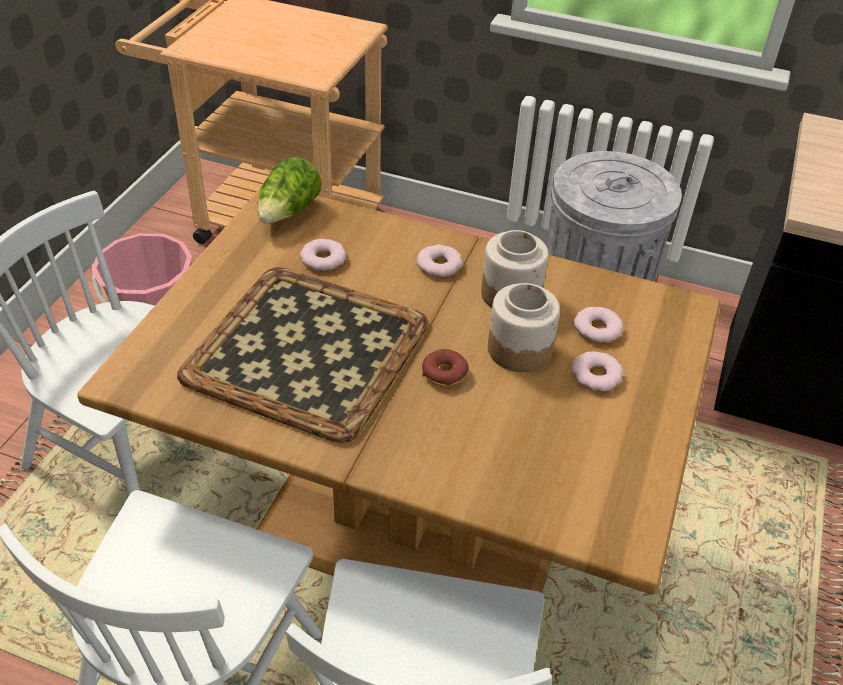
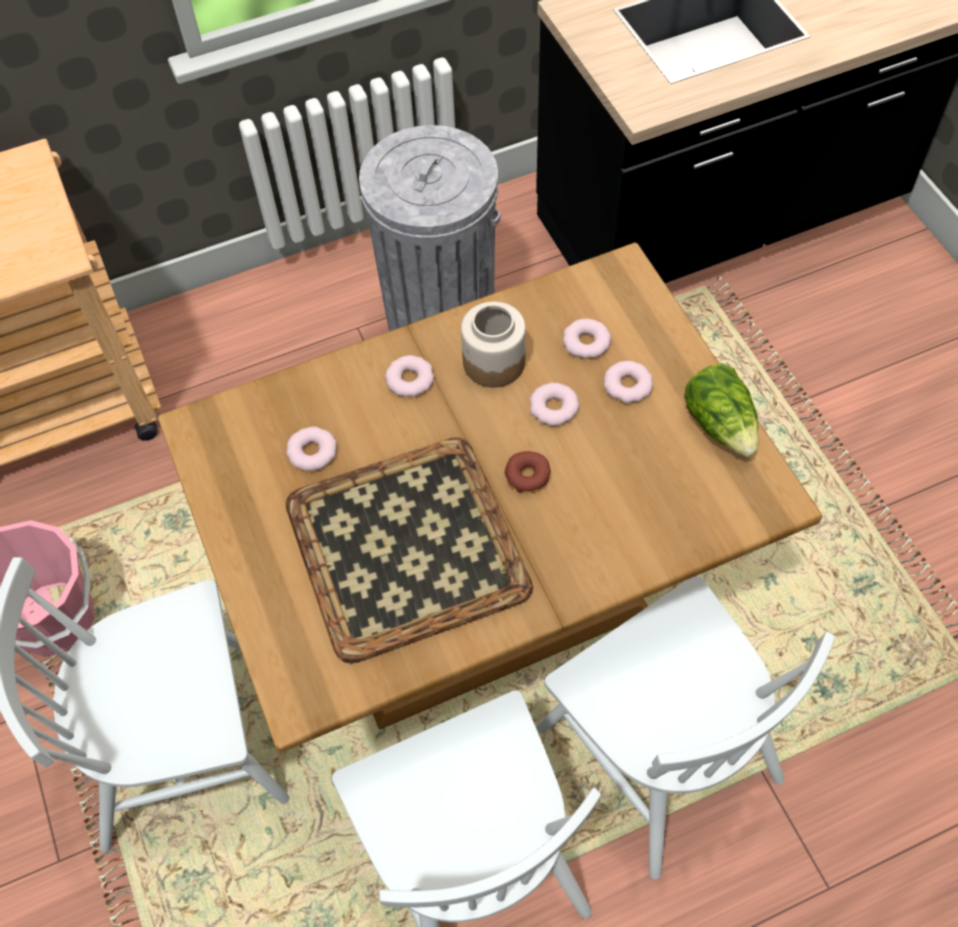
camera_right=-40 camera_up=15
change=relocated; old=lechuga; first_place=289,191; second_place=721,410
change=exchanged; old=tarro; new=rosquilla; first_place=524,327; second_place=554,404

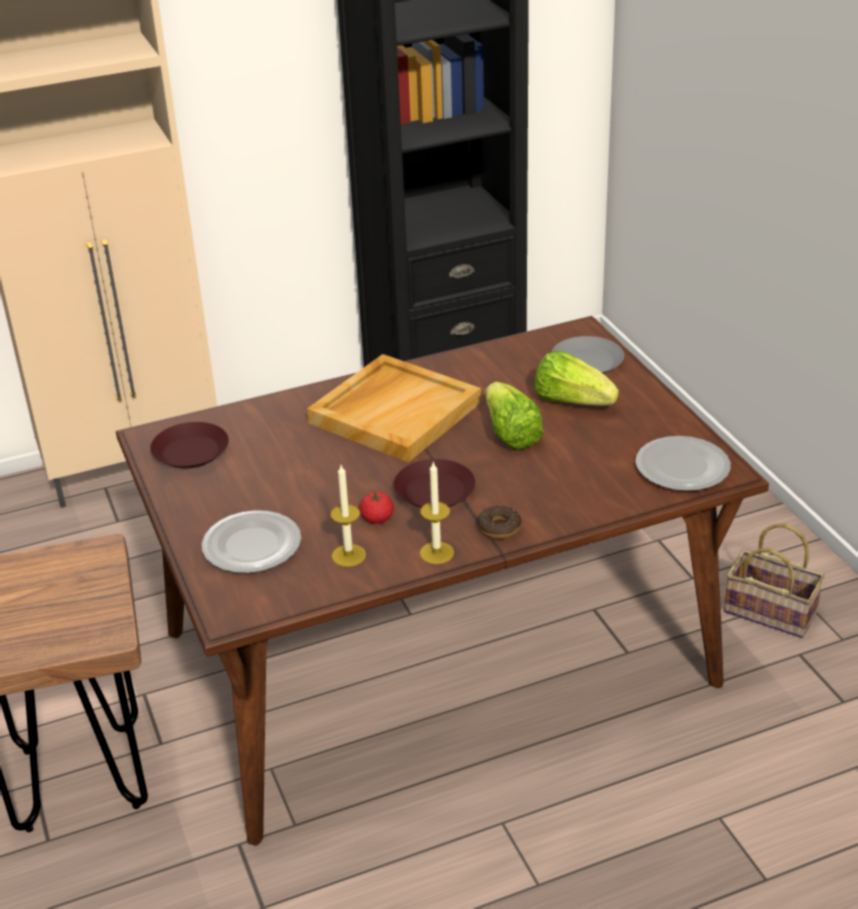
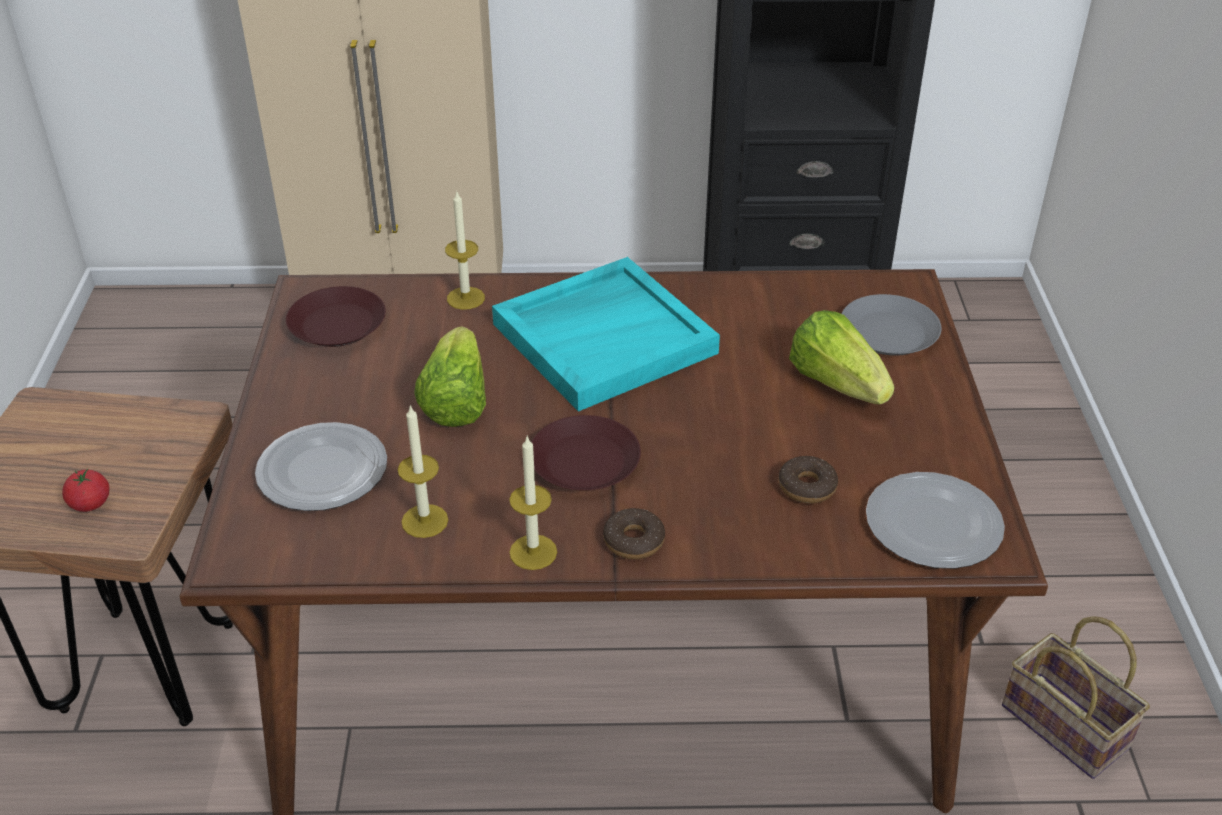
camera_right=20 camera_up=5
change=appeared; new=vela; second_place=465,250
change=appeared; new=rosquilla; second_place=808,480
change=relocated; old=tomate; first_place=376,507; second_place=85,490
change=relocated; old=lechuga; first_place=514,416; second_place=450,376
change=colour; old=bandeja [beis]; new=bandeja [turquesa]; first_place=394,408; second_place=606,334

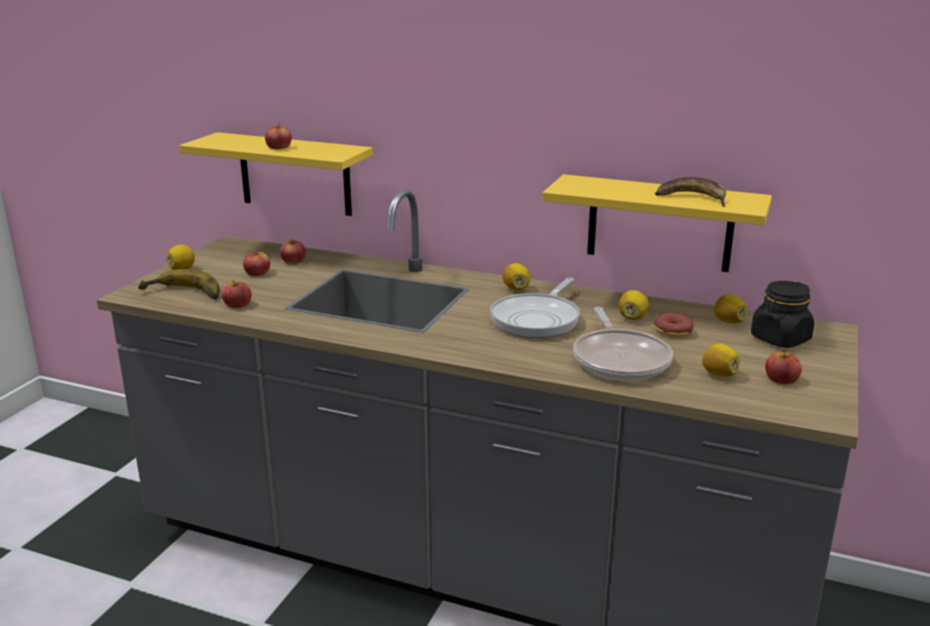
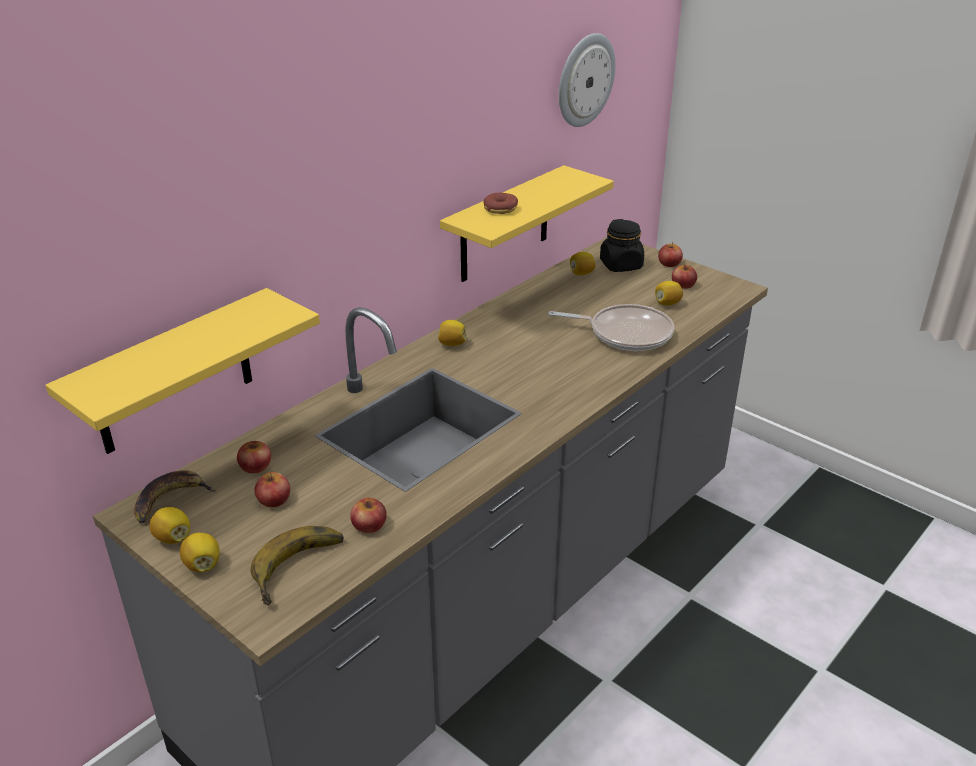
camera_right=-70 camera_up=10
change=missing; old=sartén; first_place=535,307
change=appeared; new=reloj de pared; second_place=587,80
change=relocated; old=manzana; first_place=278,136; second_place=670,254
change=relocated; old=limón; first_place=633,305; second_place=169,525
change=relocated; old=rosquilla; first_place=673,325; second_place=501,203
change=relocated; old=plátano; first_place=690,192; second_place=175,496

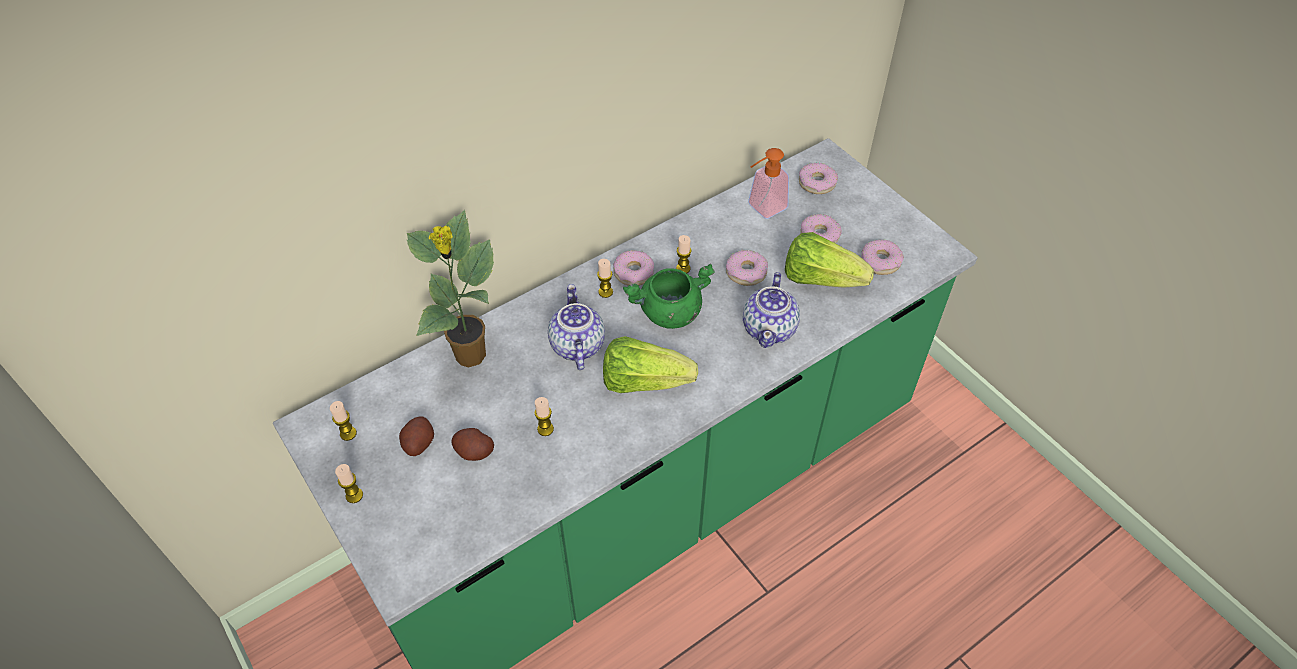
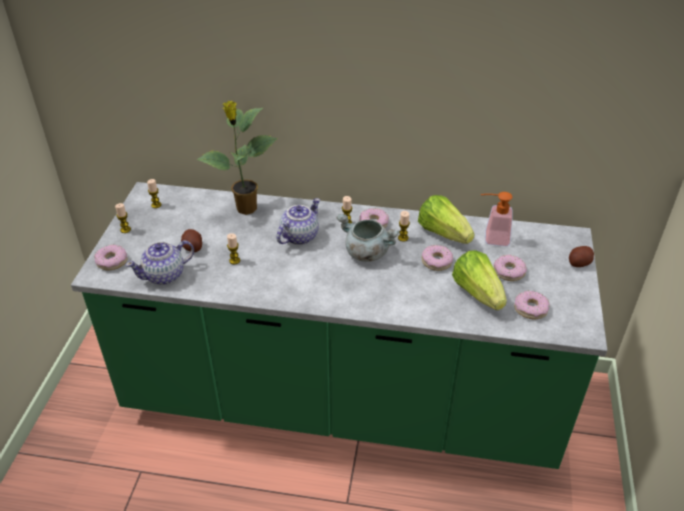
camera_right=45 camera_up=-10
change=relocated; old=patata; first_place=416,436; second_place=581,256
change=relocated; old=lechuga; first_place=650,364; second_place=446,219
change=relocated; old=tetera; first_place=771,310; second_place=159,262
change=relocated; old=rosquilla; first_place=818,178; second_place=111,257
change=colour; old=olla [verde]; new=olla [gris]; first_place=669,296; second_place=367,238

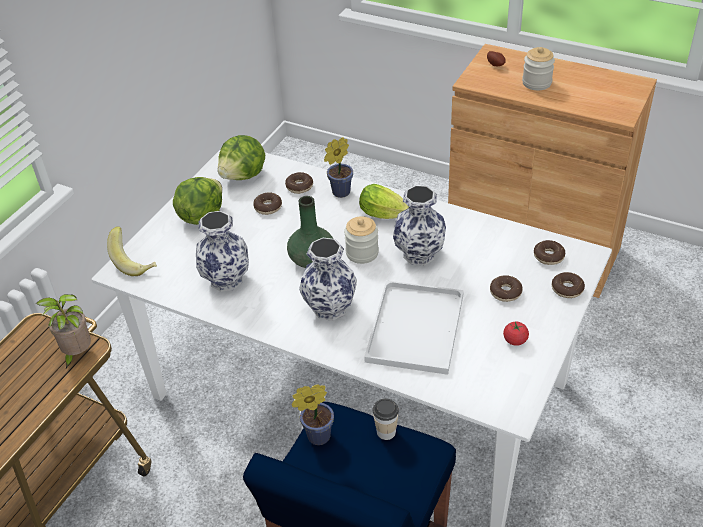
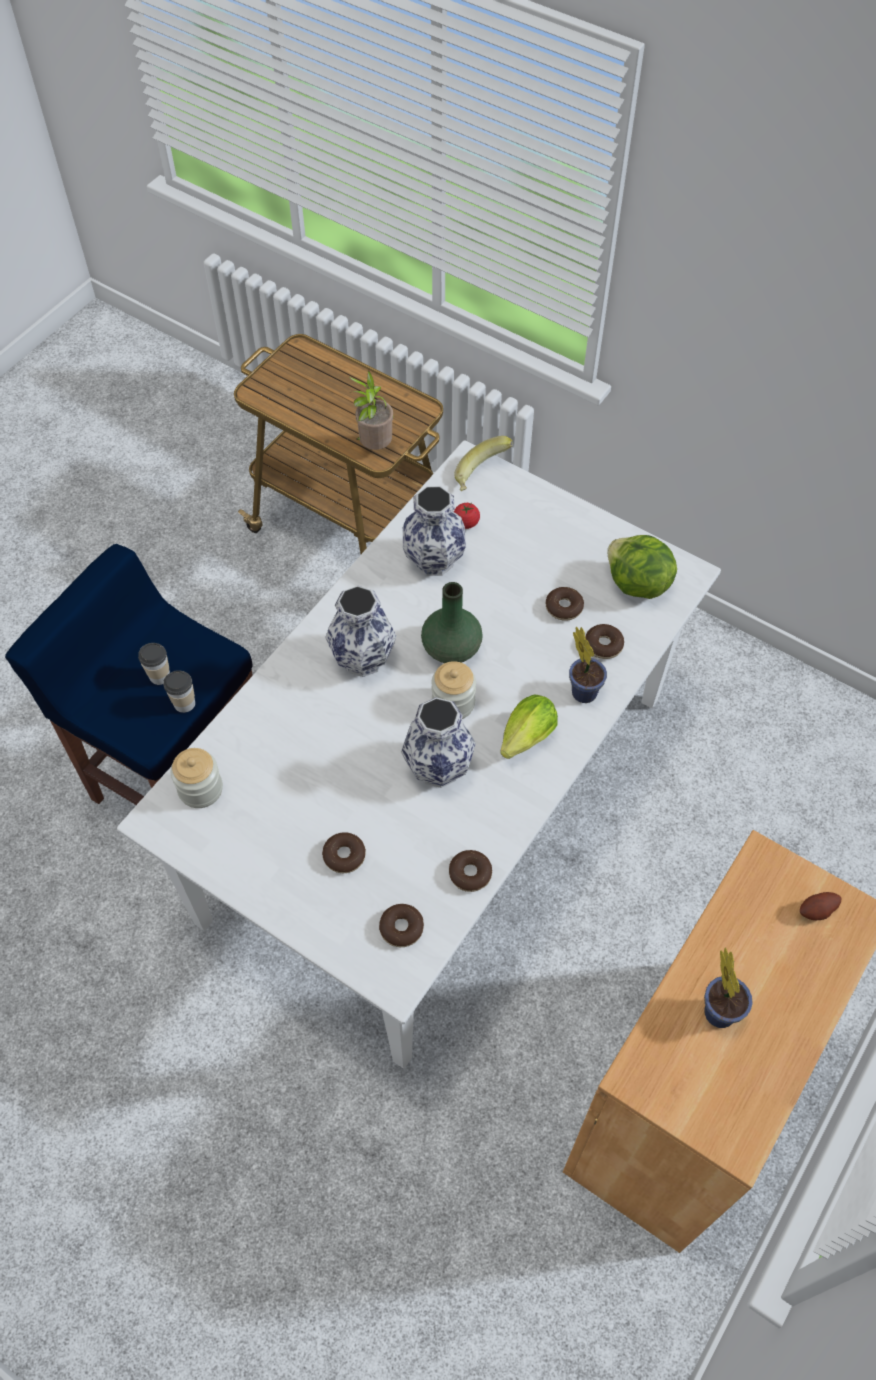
camera_right=95 camera_up=15
change=missing; old=lechuga; first_place=197,201
change=missing; old=bandeja [blanco]; first_place=414,327
change=appeared; new=taza; second_place=154,664
change=relocated; old=planta en maceta; first_place=313,414; second_place=728,987
change=relocated; old=tomate; first_place=516,334; second_place=467,516
change=relocated; old=tarro; first_place=538,68; second_place=197,778
change=relocated; old=rosquilla; first_place=568,285; second_place=470,871

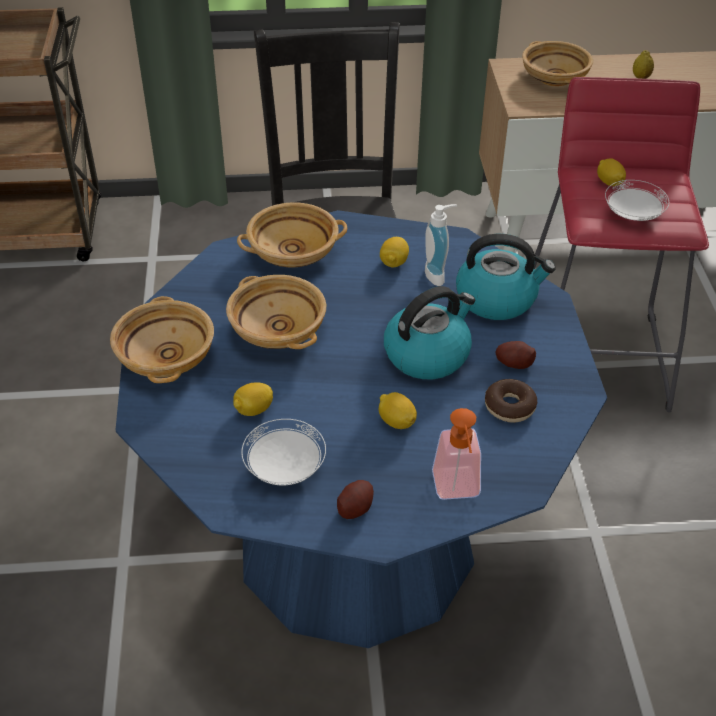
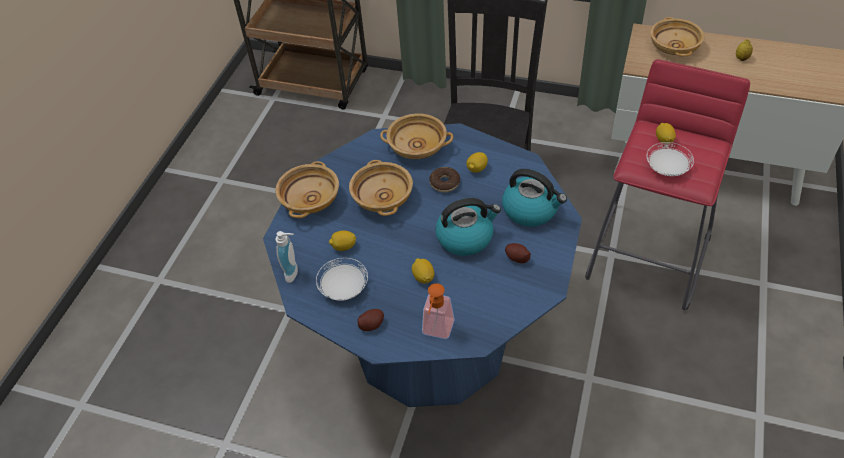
camera_right=25 camera_up=5
change=relocated; old=dispensador de jabón; first_place=441,245; second_place=287,257
change=relocated; old=rosquilla; first_place=511,401; second_place=444,180

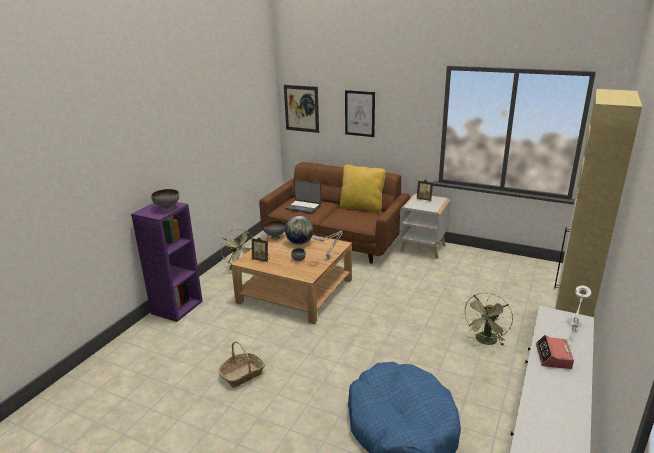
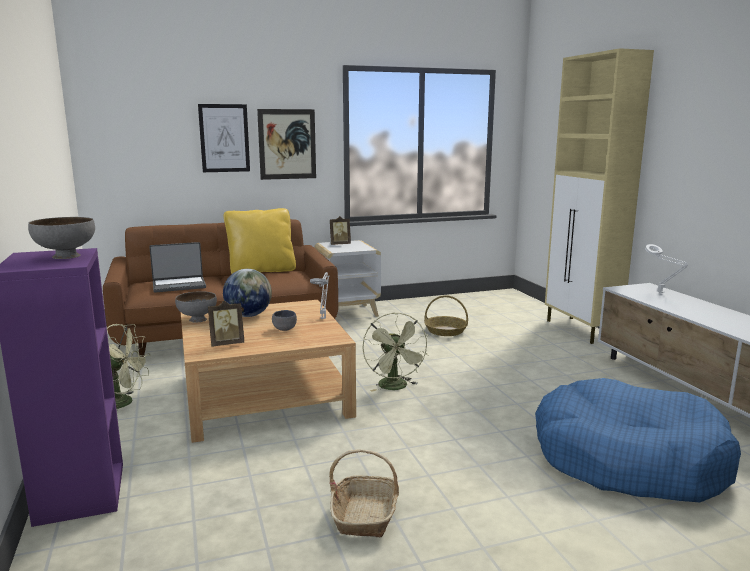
camera_right=-45 camera_up=-10
change=missing; old=despertador; first_place=555,352
change=appeared; new=cesta; second_place=446,315
change=relocated; old=cuadro; first_place=301,109; second_place=286,144
change=relocated; old=ventilador [verde]; first_place=488,319; second_place=395,352

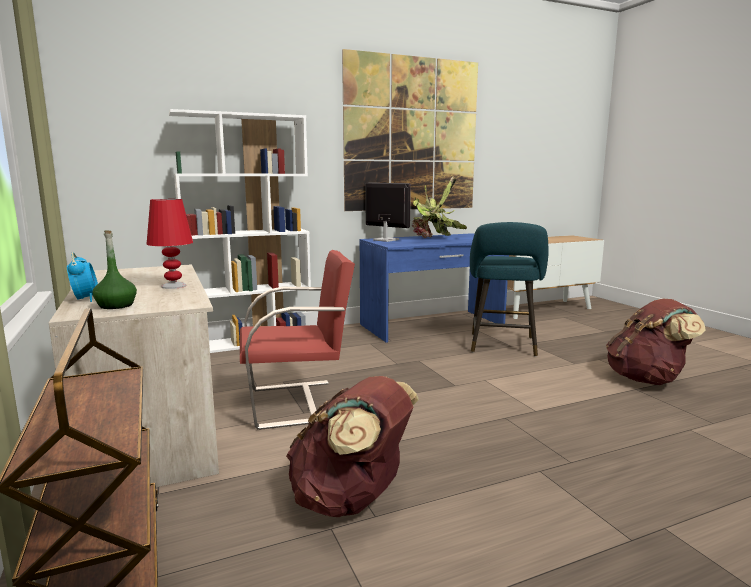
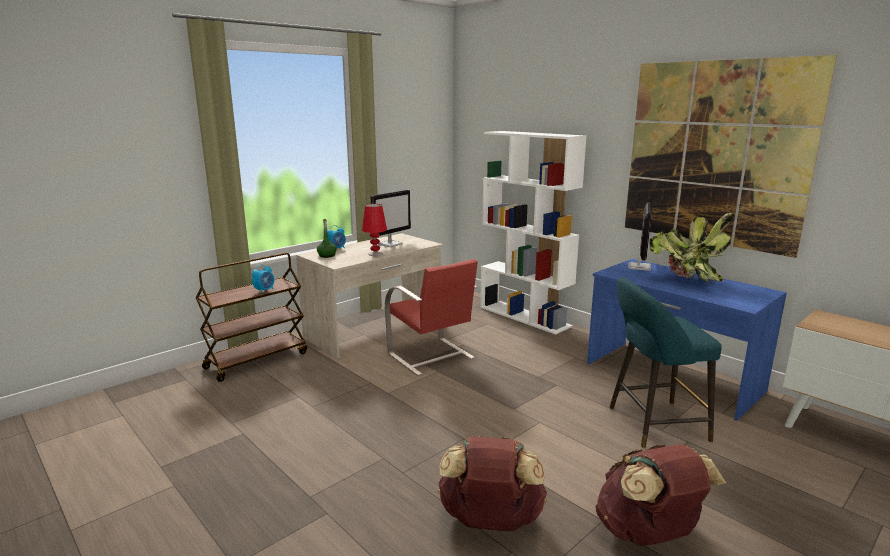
camera_right=70 camera_up=5
change=appeared; new=despertador; second_place=262,279
change=appeared; new=monitor; second_place=391,218
change=relocated; old=mochila [marrón]; first_place=352,446; second_place=492,483

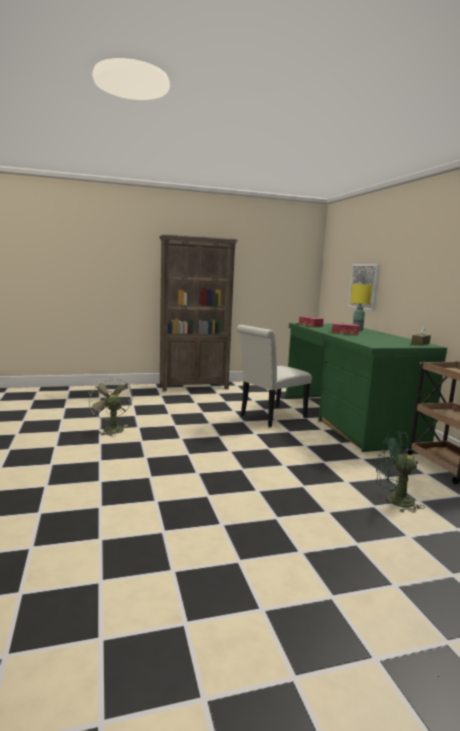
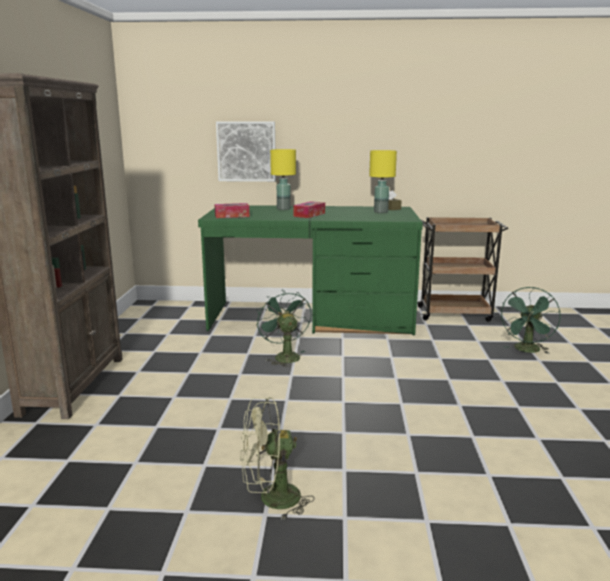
camera_right=-70 camera_up=5
change=appeared; new=lámpara de mesa [amarillo]; second_place=383,181
change=exchanged; old=silla [blanco]; new=ventilador [verde]; first_place=274,376; second_place=284,328

